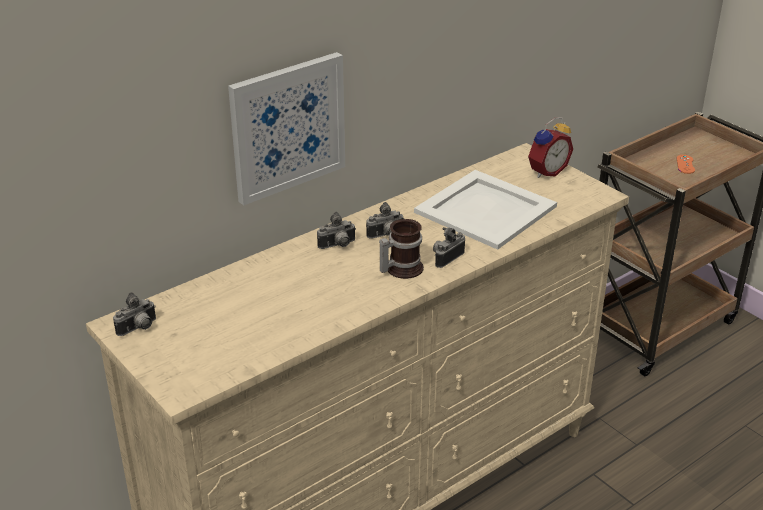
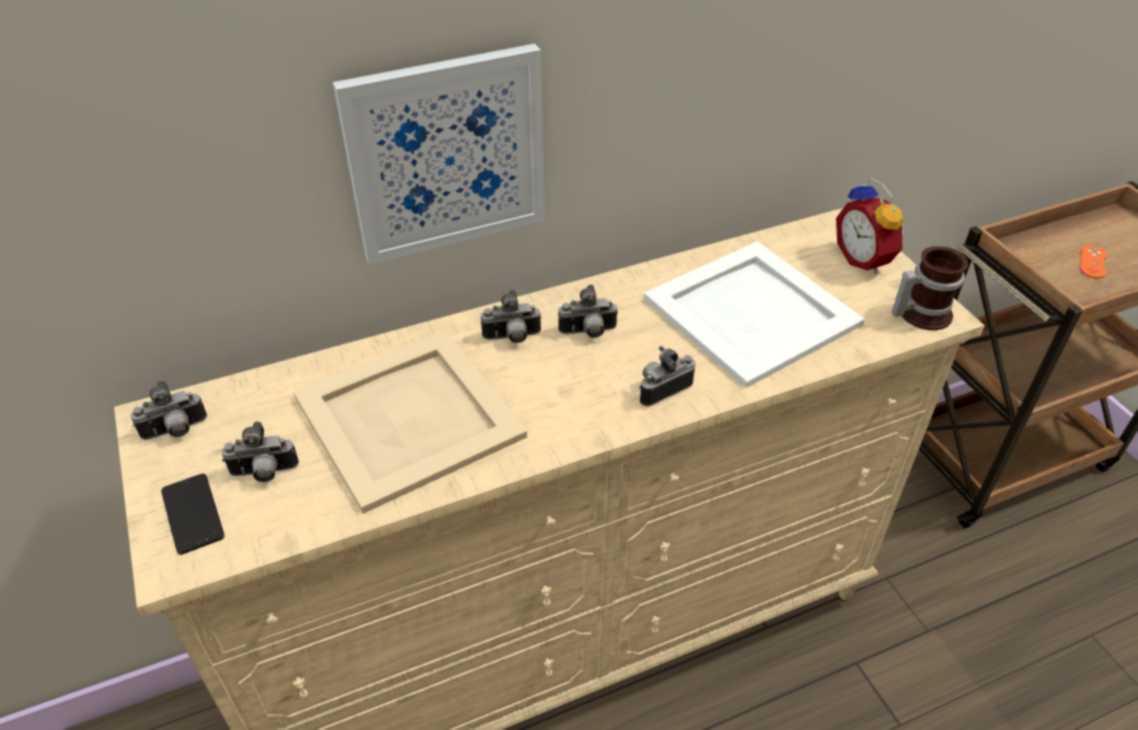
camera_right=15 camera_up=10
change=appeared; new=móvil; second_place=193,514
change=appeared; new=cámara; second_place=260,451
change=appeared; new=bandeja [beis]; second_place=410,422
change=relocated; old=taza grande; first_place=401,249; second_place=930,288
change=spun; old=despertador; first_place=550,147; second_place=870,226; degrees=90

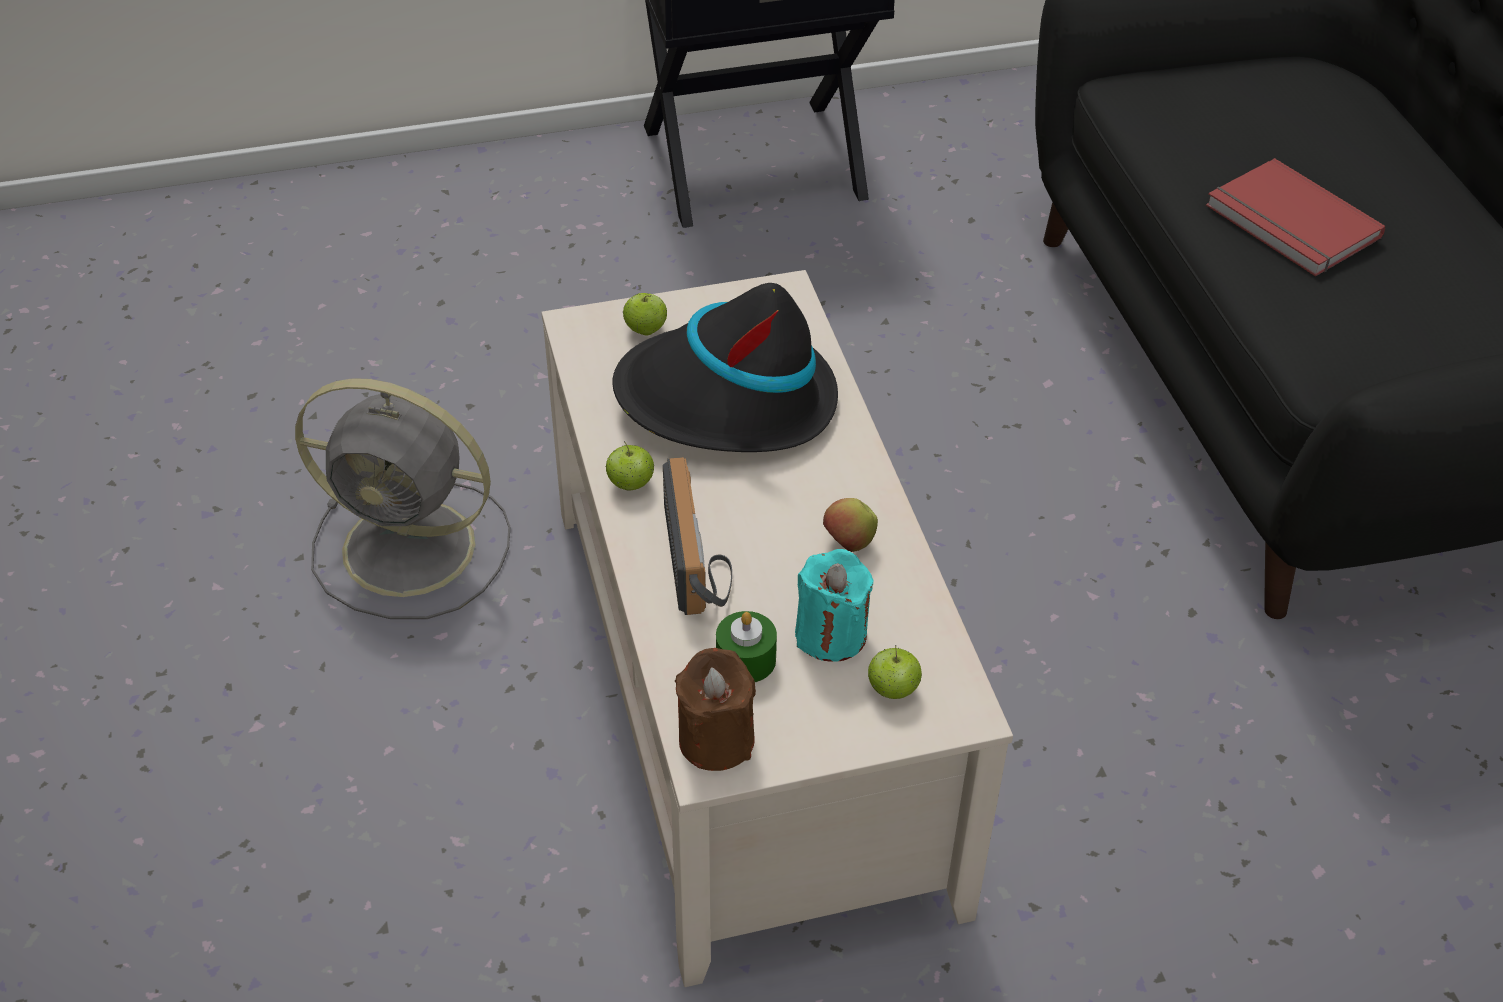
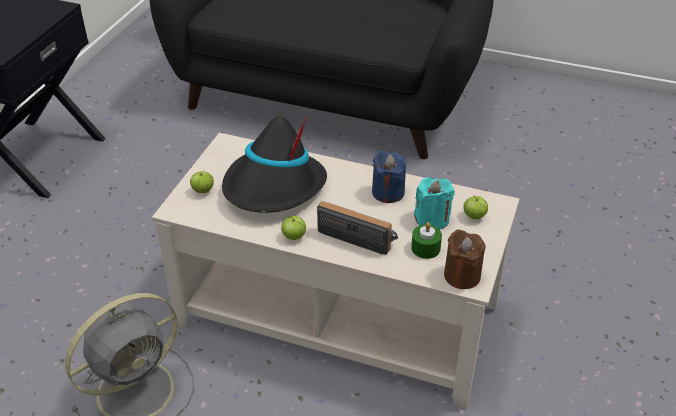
camera_right=-55 camera_up=-5
change=missing; old=libro [rojo]; first_place=1295,217
change=exchanged; old=manzana; new=vela [azul]; first_place=850,525; second_place=389,176

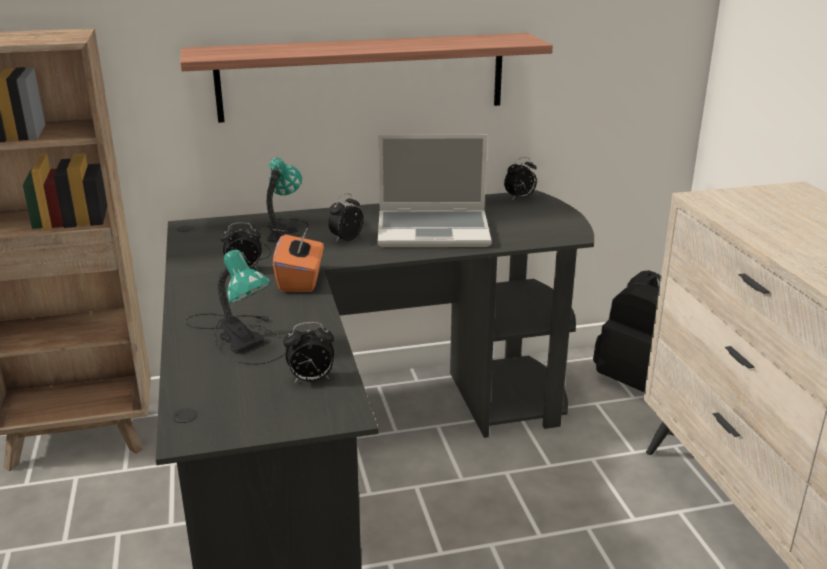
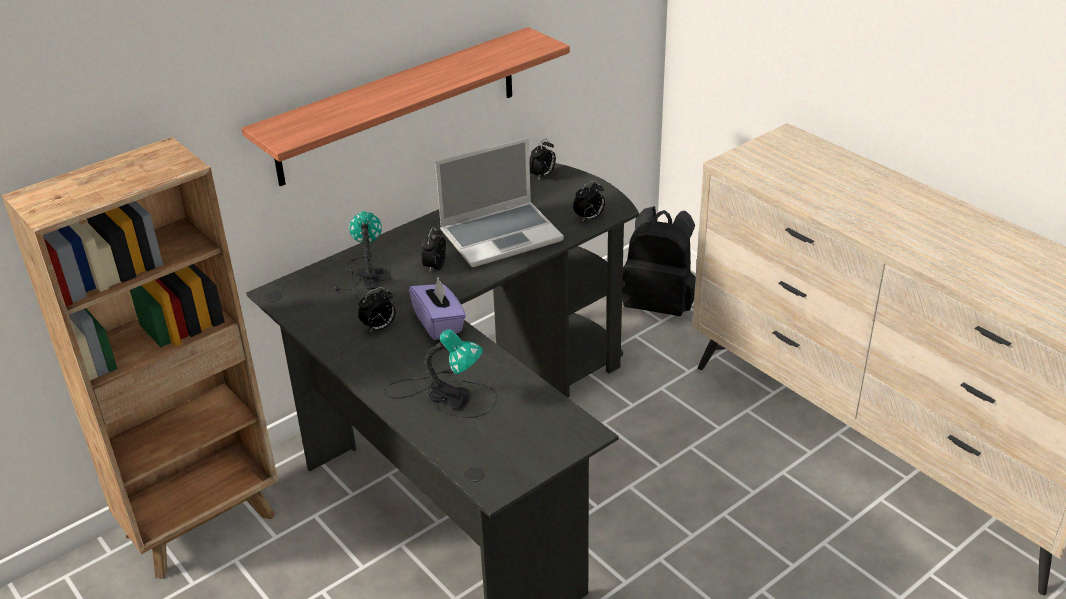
camera_right=-25 camera_up=10
change=relocated; old=despertador; first_place=308,352; second_place=589,202
change=colour; old=caja de pañuelos [naranja]; new=caja de pañuelos [morado]; first_place=298,259; second_place=437,309

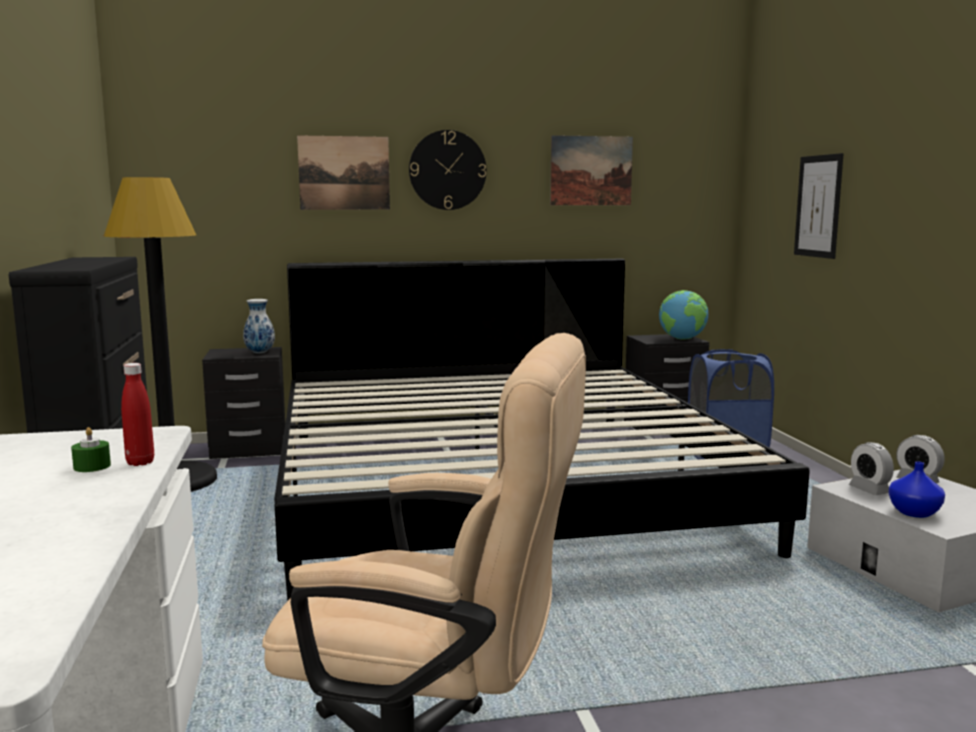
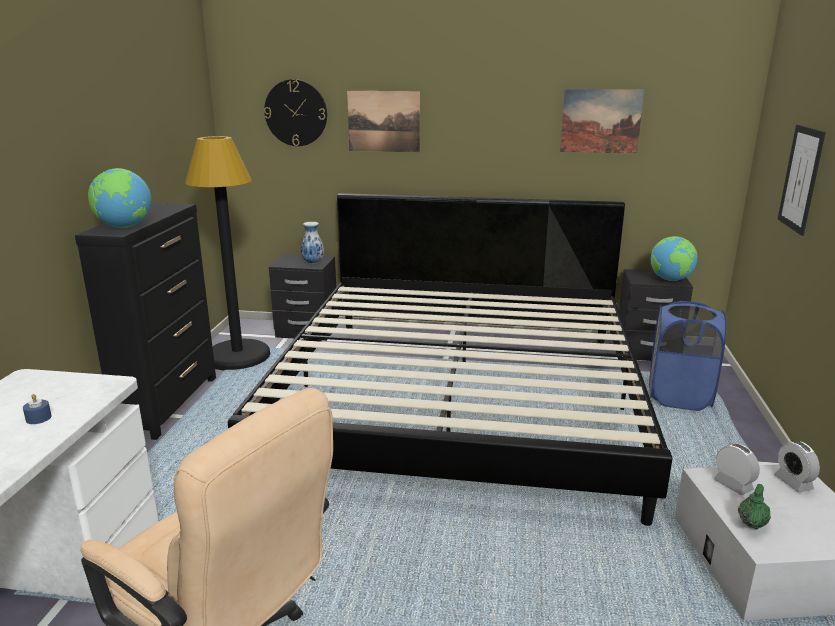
camera_right=20 camera_up=10
change=missing; old=botella [rojo]; first_place=137,414
change=appeared; new=globo terráqueo; second_place=119,198
change=relocated; old=reloj de pared; first_place=448,170; second_place=295,112
change=exchanged; old=florero [azul]; new=tetera [verde]; first_place=916,490; second_place=754,506
change=colour; old=vela [verde]; new=vela [azul]; first_place=91,449; second_place=37,409
change=spun; old=despertador; first_place=871,468; second_place=737,469; degrees=150

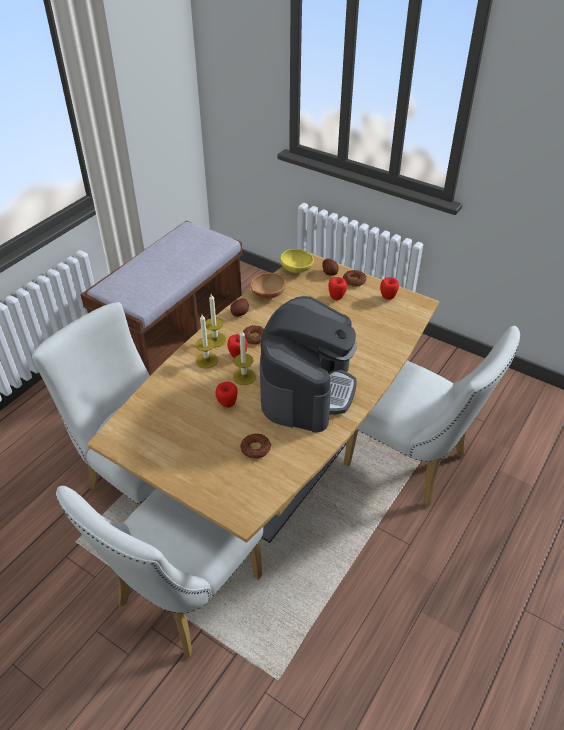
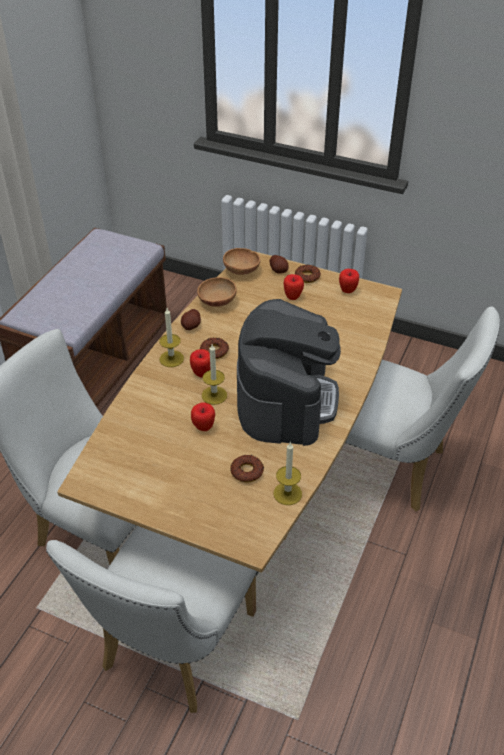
camera_right=-10 camera_up=0
change=relocated; old=vela; first_place=206,341; second_place=288,473
change=colour; old=cuenco [amarillo]; new=cuenco [marrón]; first_place=297,261; second_place=241,261

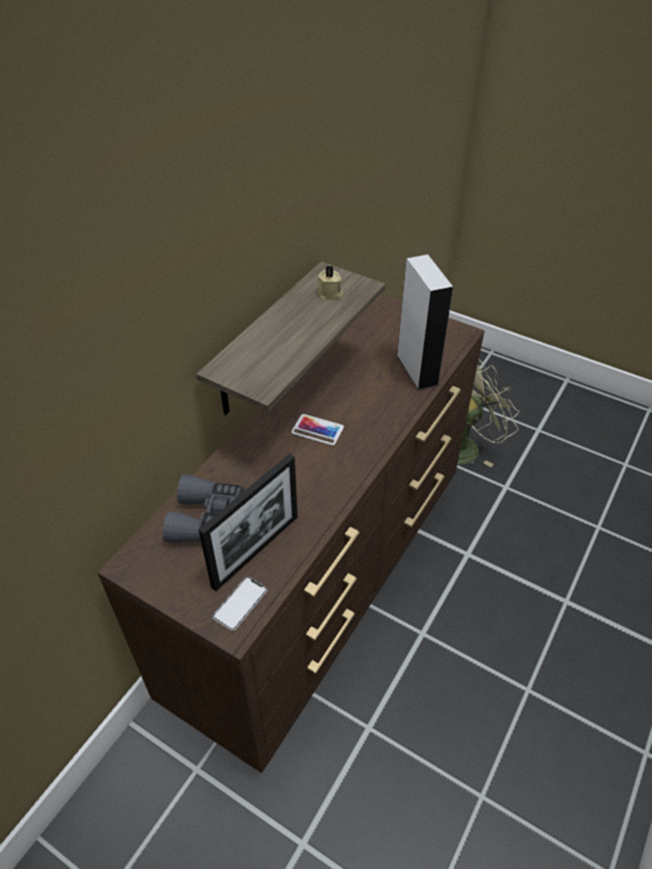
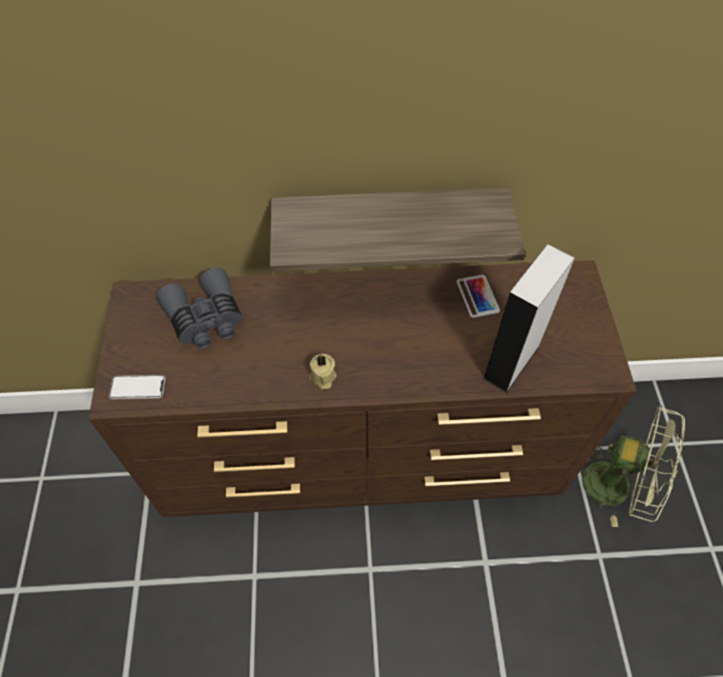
camera_right=55 camera_up=10
change=missing; old=portarretratos; first_place=248,522
change=relocated; old=móvil; first_place=317,430; second_place=478,296
change=relocated; old=vela [beis]; first_place=330,282; second_place=323,372

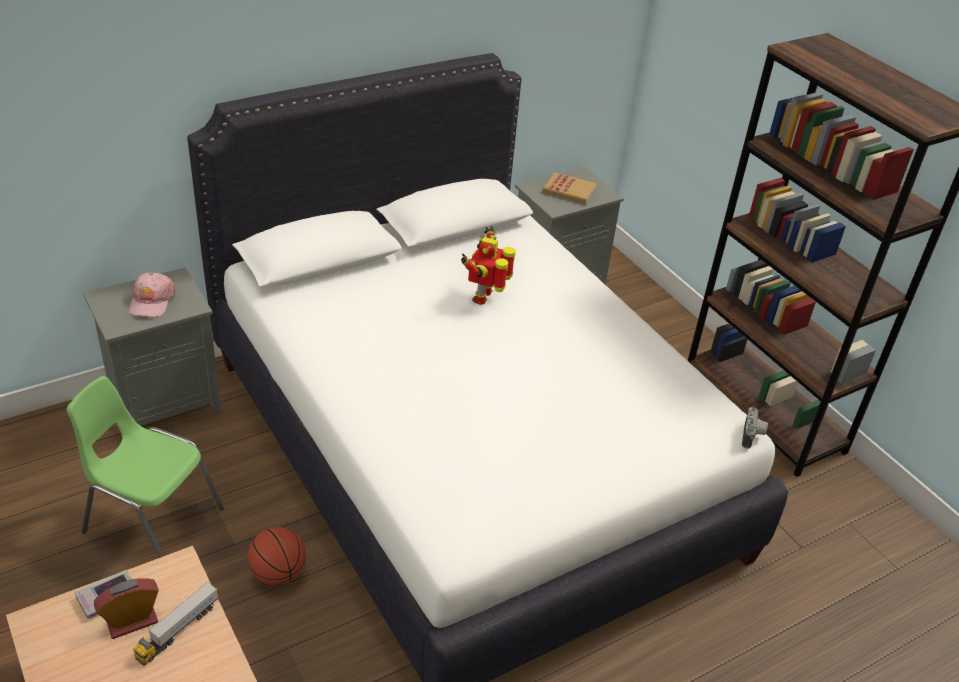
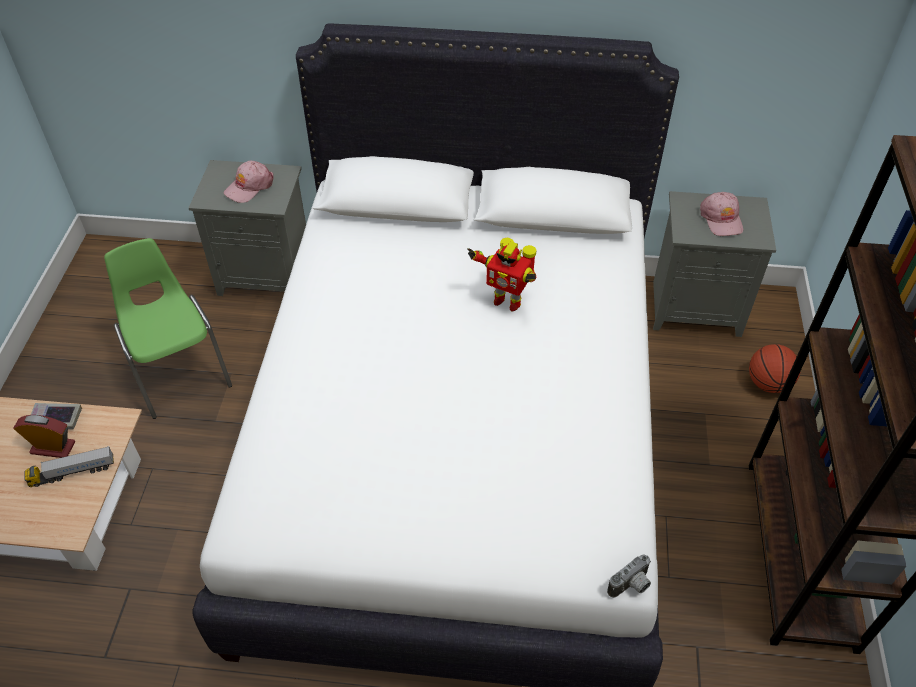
camera_right=40 camera_up=10
change=relocated; old=balón de baloncesto; first_place=277,556; second_place=774,368
change=exchanged; old=libro; new=gorra [rosa]; first_place=570,188; second_place=721,214
change=spun; old=robot de juguete; first_place=488,265; second_place=501,275; degrees=-120

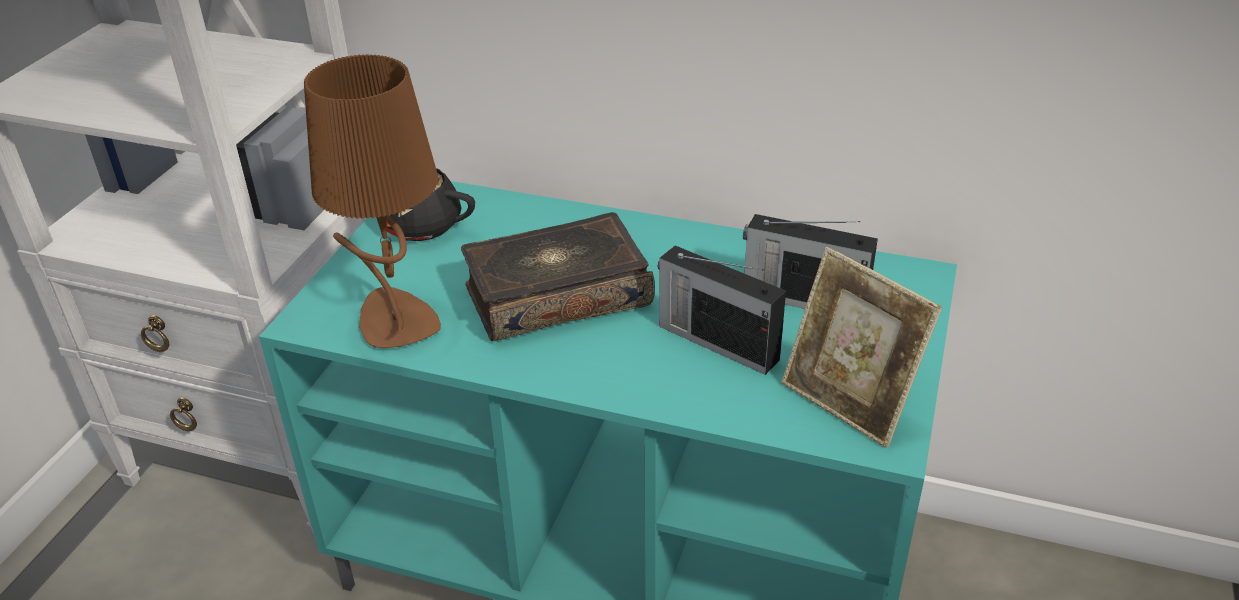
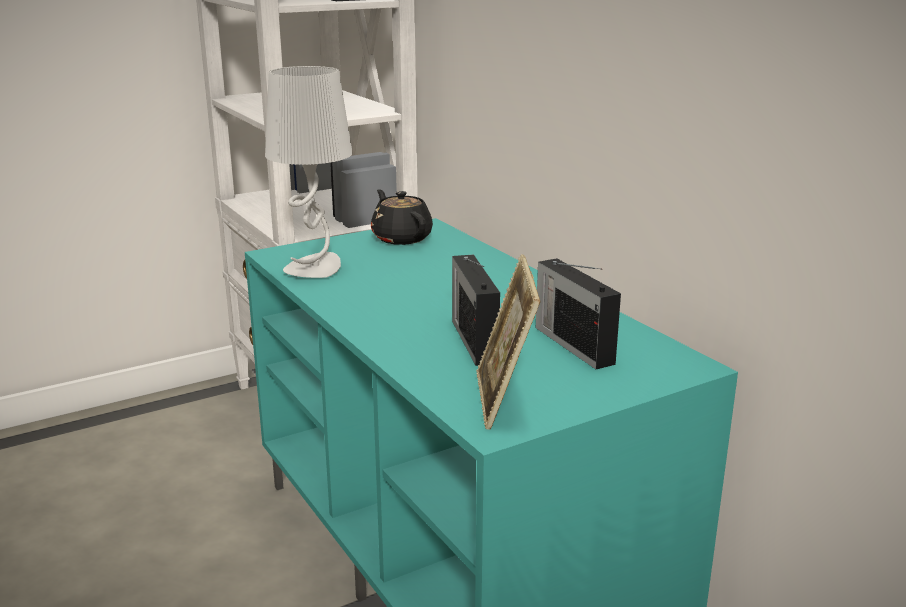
camera_right=40 camera_up=-15
change=missing; old=libro; first_place=558,276
change=colour; old=lámpara de mesa [marrón]; new=lámpara de mesa [gris]; first_place=372,201; second_place=309,172

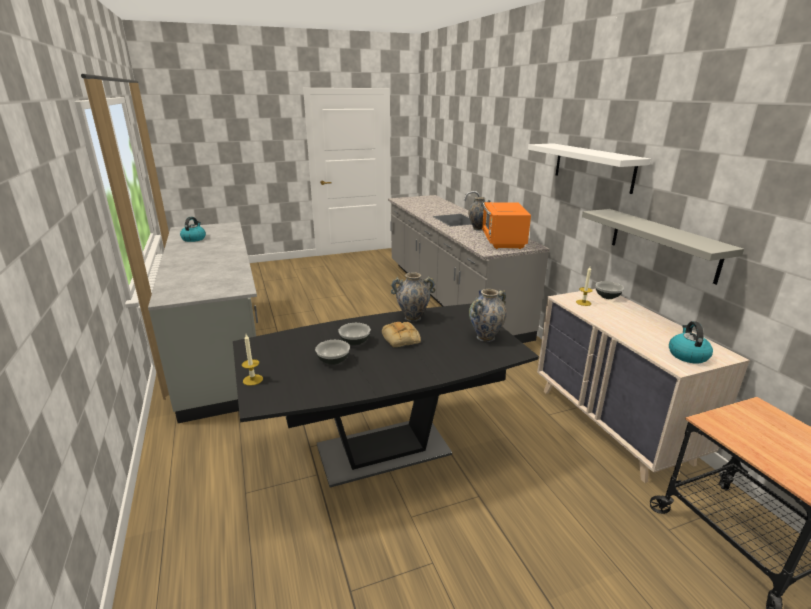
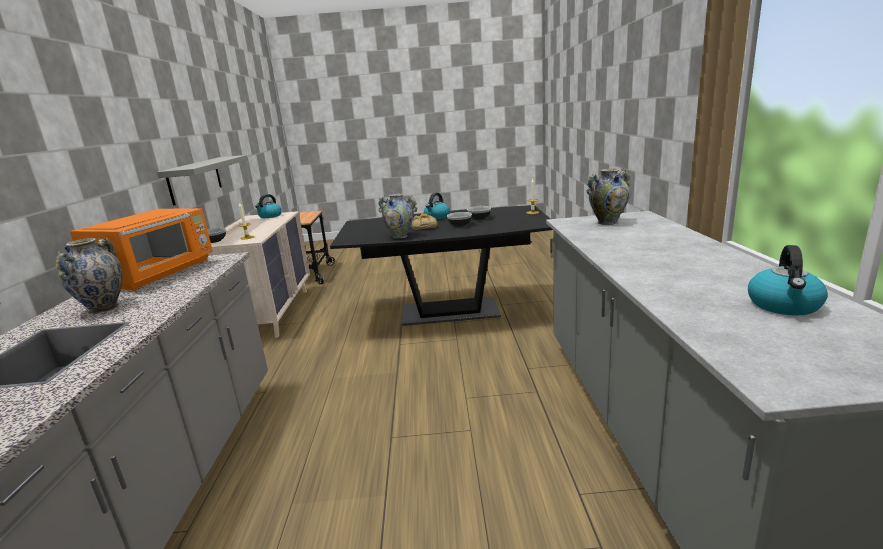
camera_right=-160 camera_up=-5
change=missing; old=estante [blanco]; first_place=589,168
change=appeared; new=hervidor; second_place=437,205
change=relocated; old=florero; first_place=488,315; second_place=608,197

